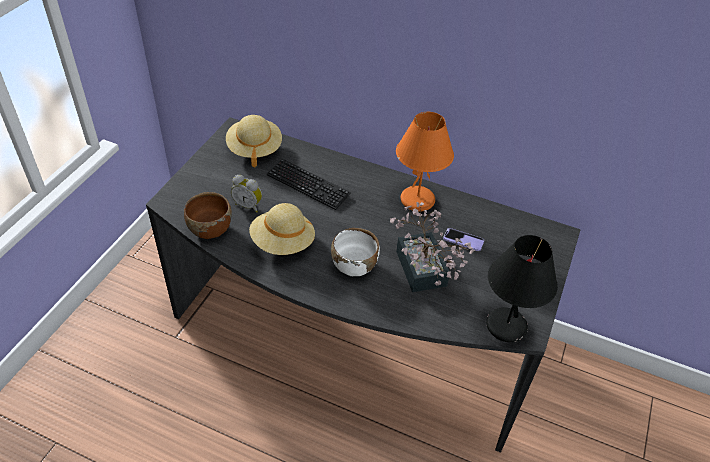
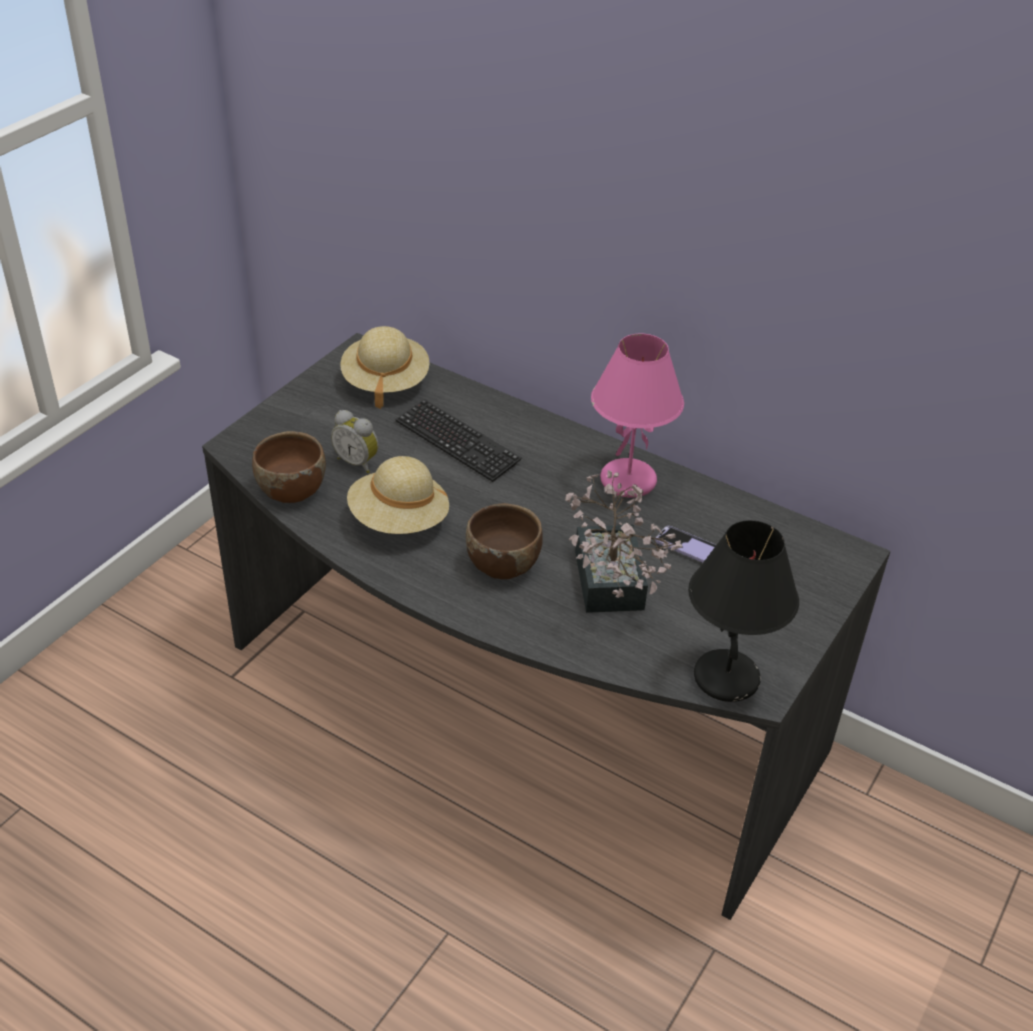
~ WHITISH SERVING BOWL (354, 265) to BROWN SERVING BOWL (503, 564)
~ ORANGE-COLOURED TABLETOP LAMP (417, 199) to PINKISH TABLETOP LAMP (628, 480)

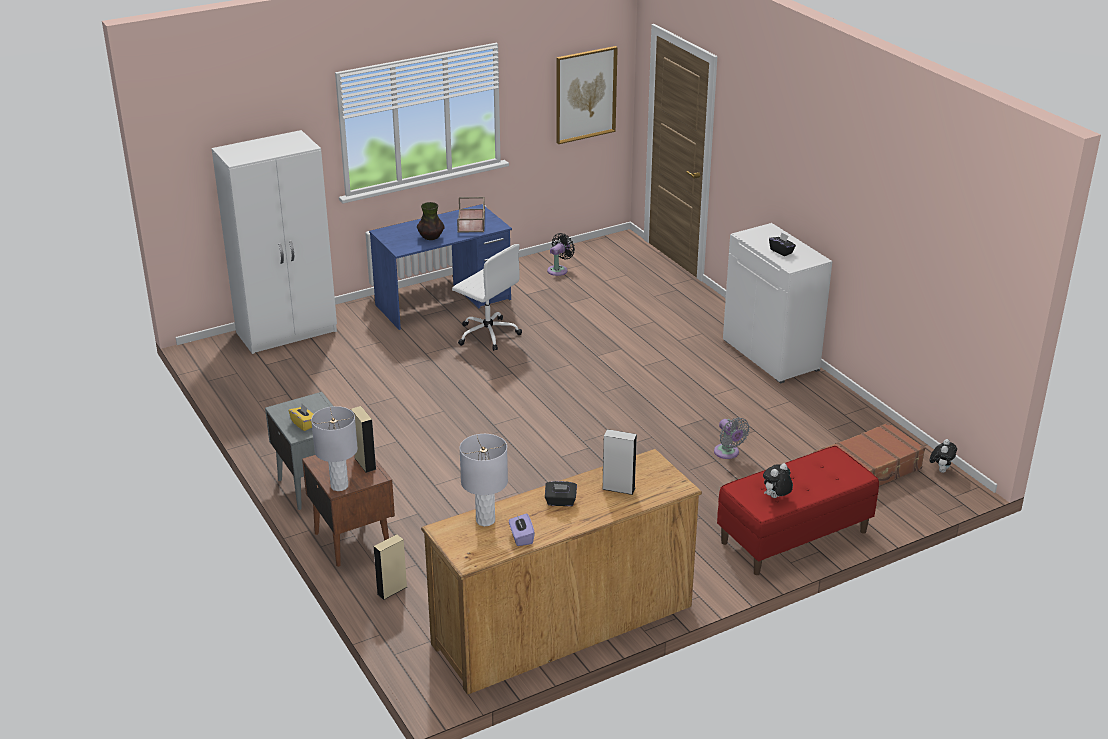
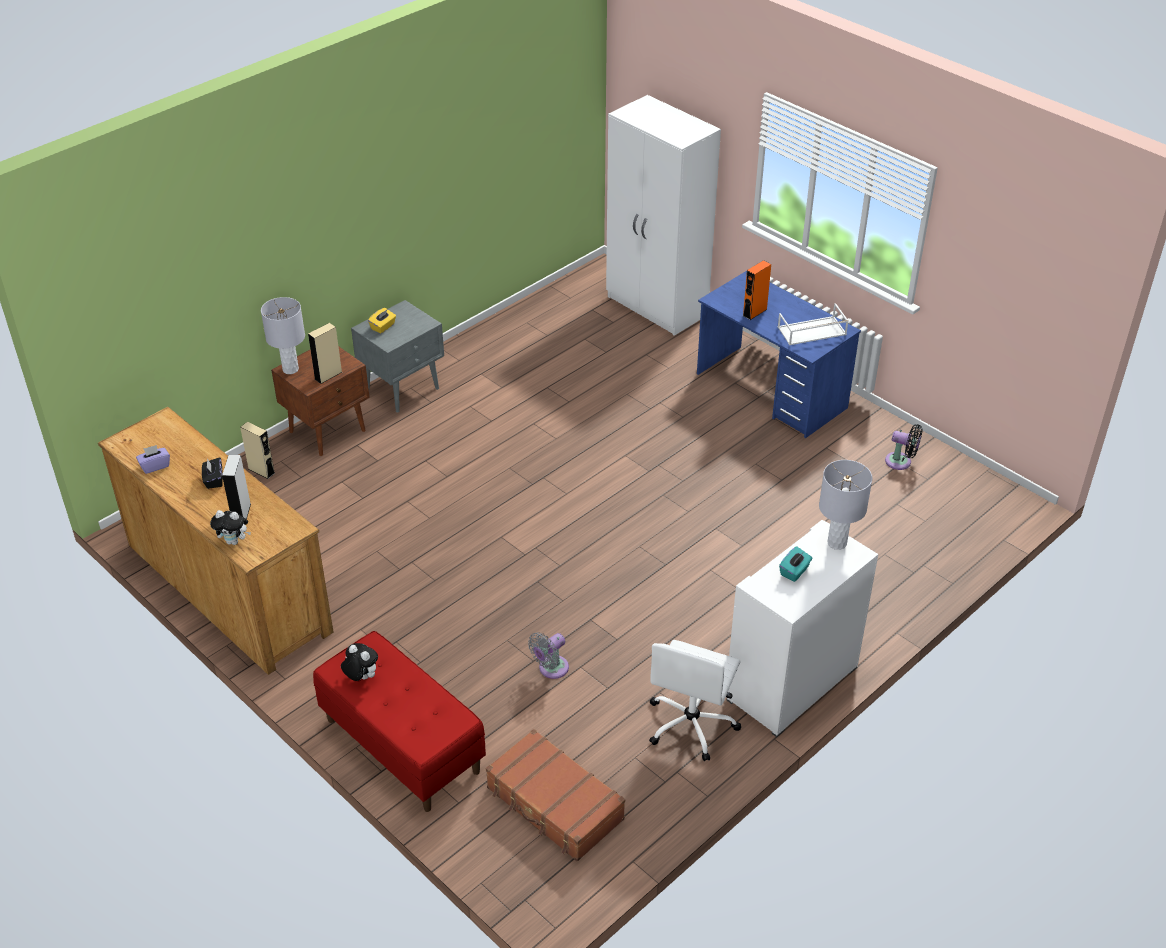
~ FLOWER VASE (431, 237) to ORANGE-COLOURED LOUDSPEAKER (754, 312)
~ WHITISH DESK CHAIR (487, 334) to (691, 724)
~ BROWN TRAY (472, 221) to WHITISH TRAY (811, 331)
~ GREYISH TABLETOP LAMP (485, 520) to (836, 543)
- WALL PICTURE (585, 94)
~ BLACK-COLOURED BOX OF TISSUES (781, 251) to BLUE-GREEN BOX OF TISSUES (794, 571)
~ CUDDLY TOY (940, 470) to (234, 541)

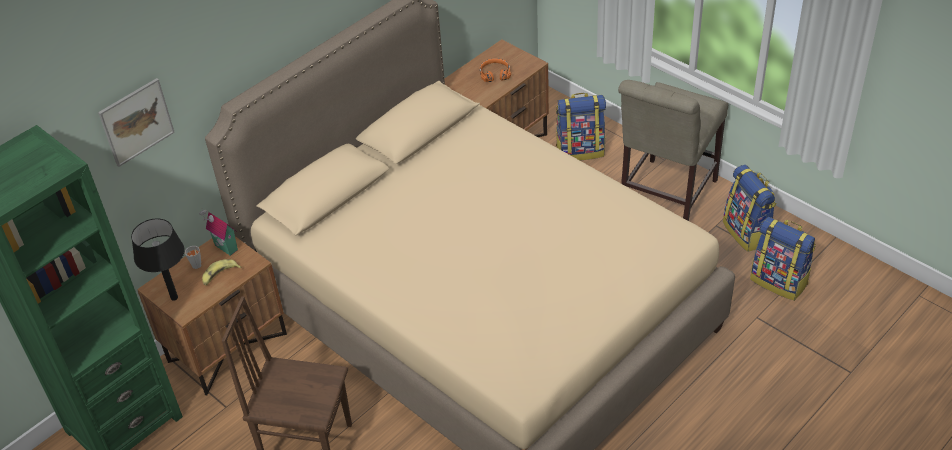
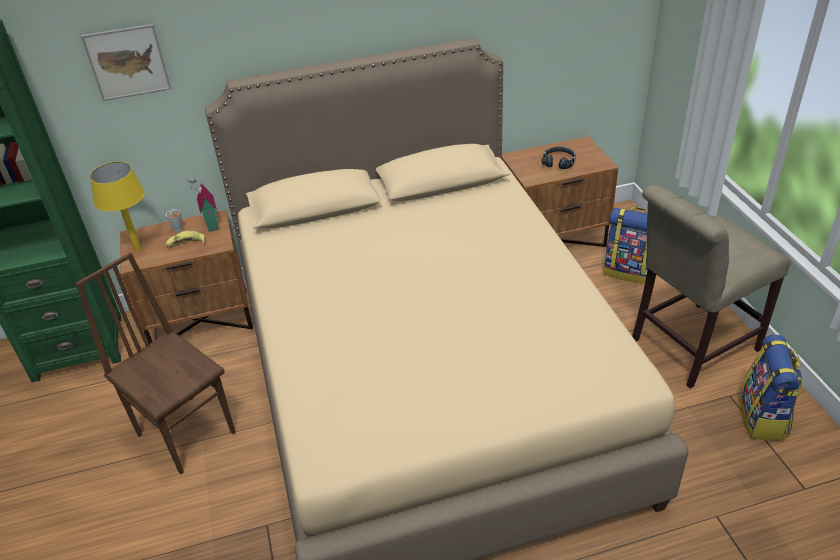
~ BLACK-COLOURED TABLETOP LAMP (174, 298) to YELLOW TABLETOP LAMP (137, 248)
~ ORANGE-COLOURED PAIR OF HEADPHONES (495, 74) to BLACK-COLOURED PAIR OF HEADPHONES (559, 161)
- KNAPSACK (779, 281)

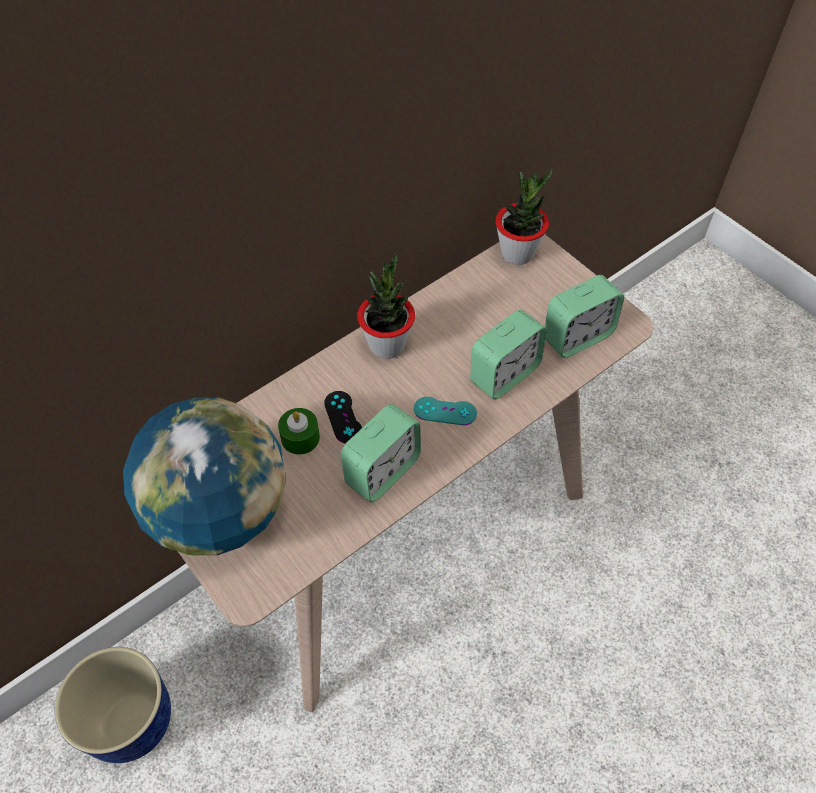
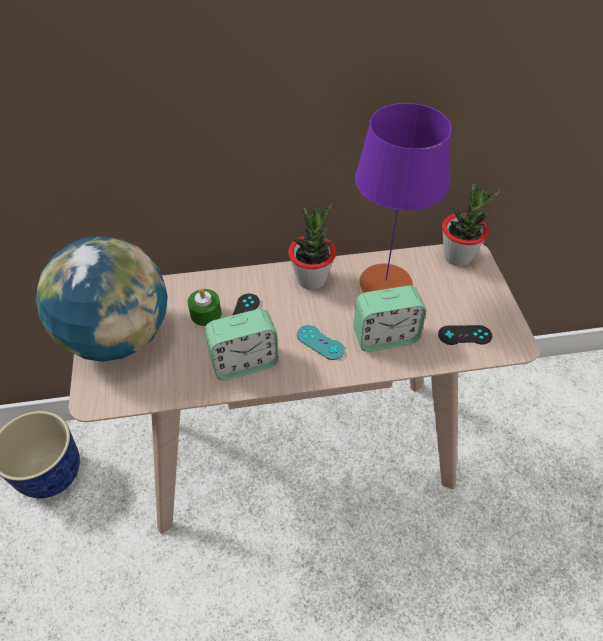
~ TABLE CLOCK (577, 337) to BLACK-COLOURED GAMEPAD (464, 335)
+ PURPLISH TABLETOP LAMP (385, 283)

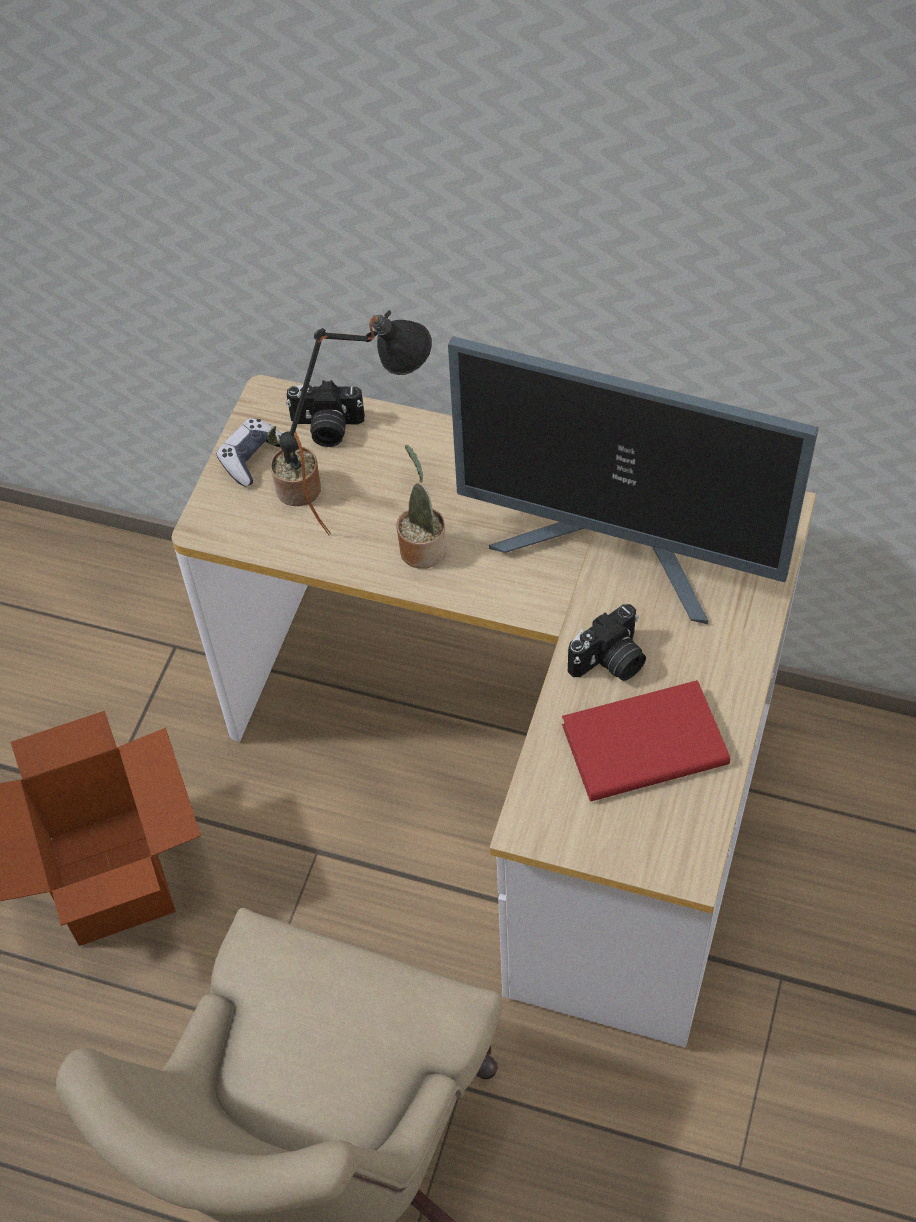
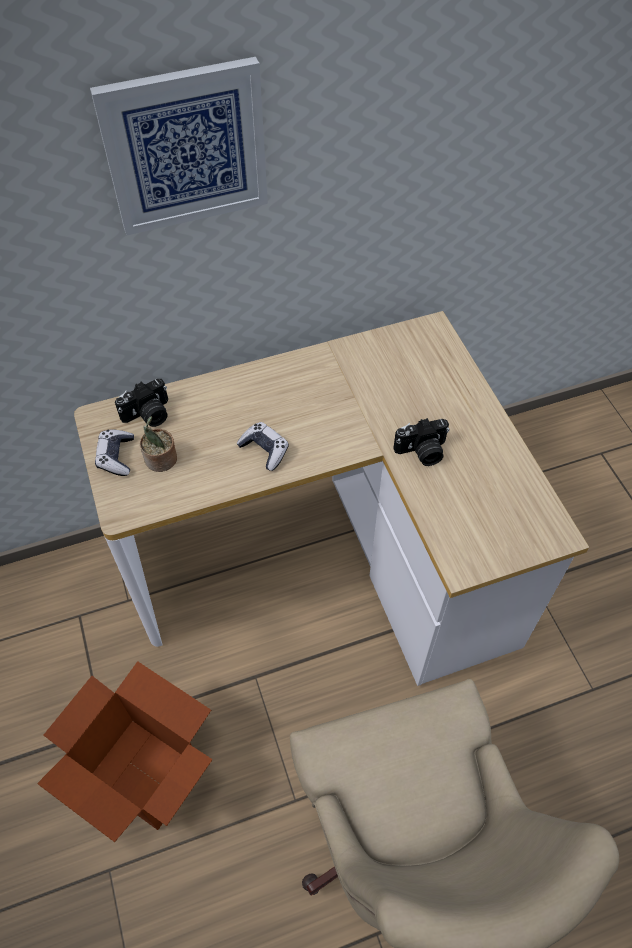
- BLACK-COLOURED TABLETOP LAMP (367, 495)
~ PLANT IN A POT (422, 547) to GAMEPAD (264, 450)
- COMPUTER DISPLAY (620, 552)
- RED VOLUME (641, 742)
~ STILL CAMERA (610, 662) = (422, 452) 60 degrees clockwise
+ WALL PICTURE (185, 147)

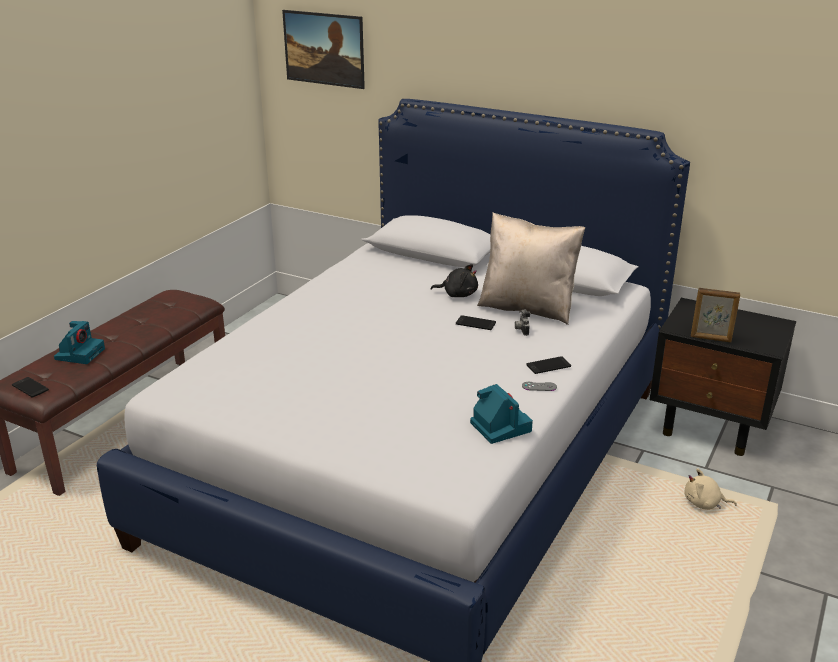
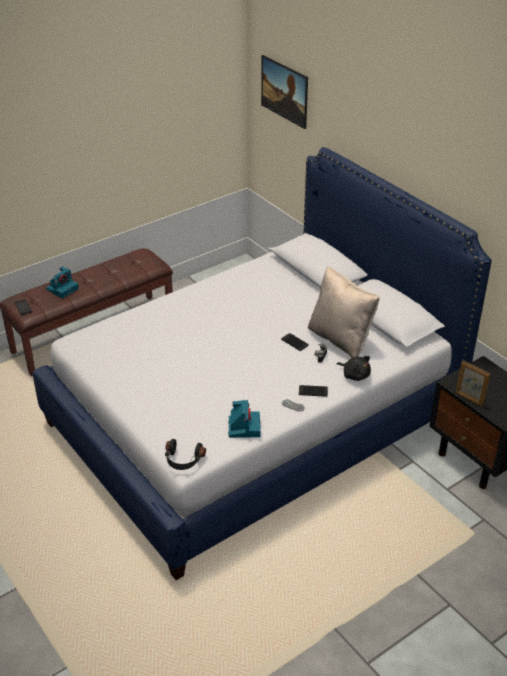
~ BLACK-COLOURED CUDDLY TOY (458, 294) to (355, 375)
- SAND-COLOURED CUDDLY TOY (704, 503)
+ BLACK-COLOURED PAIR OF HEADPHONES (183, 460)

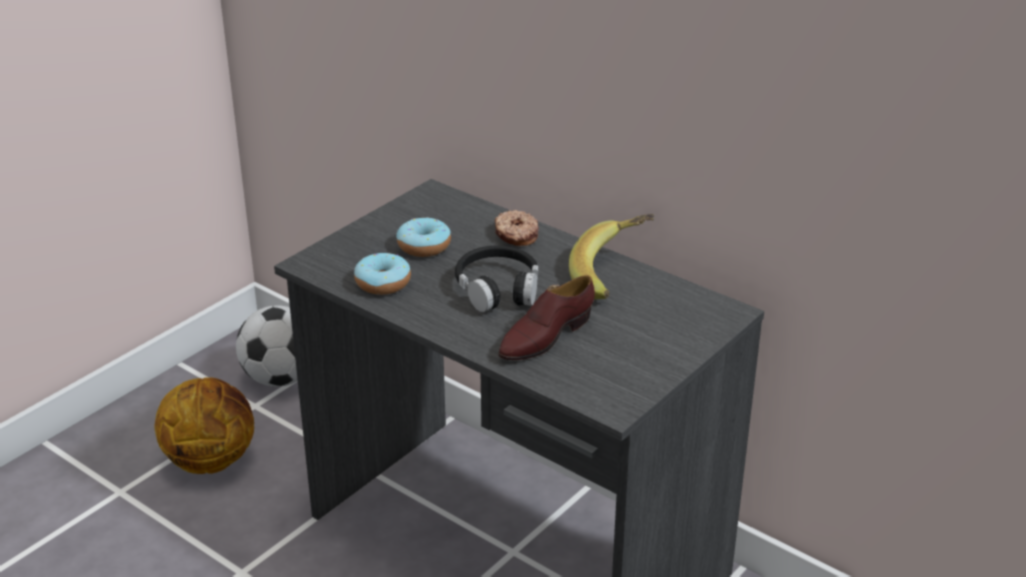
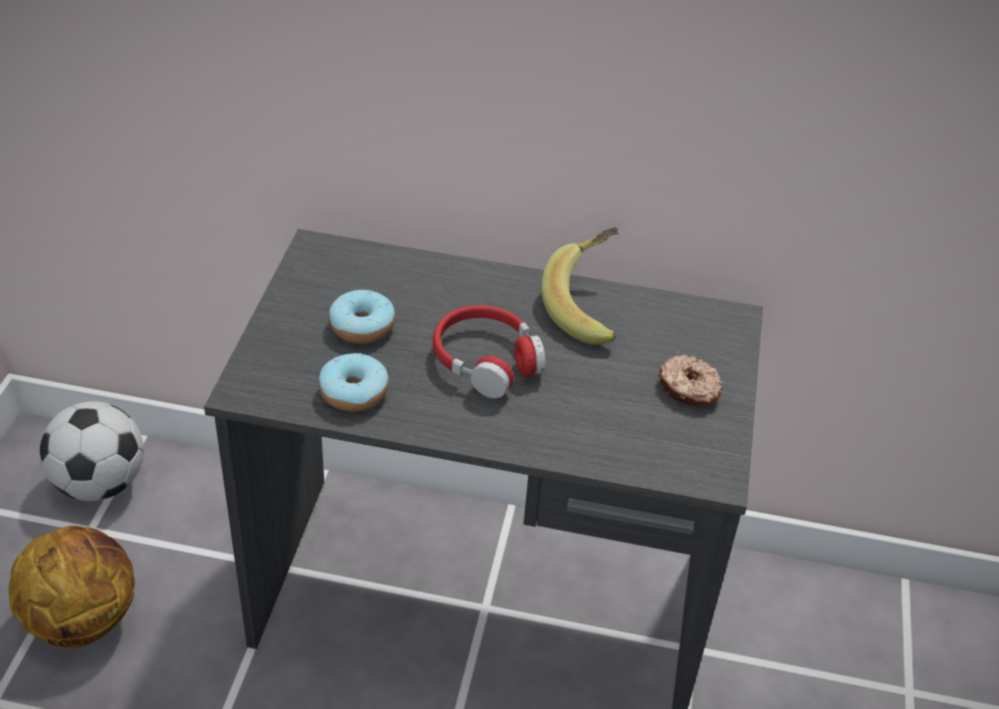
~ BLACK-COLOURED PAIR OF HEADPHONES (498, 289) to RED PAIR OF HEADPHONES (486, 360)
~ DOUGHNUT (516, 235) to (688, 389)
- BROWN LOW SHOE (545, 336)

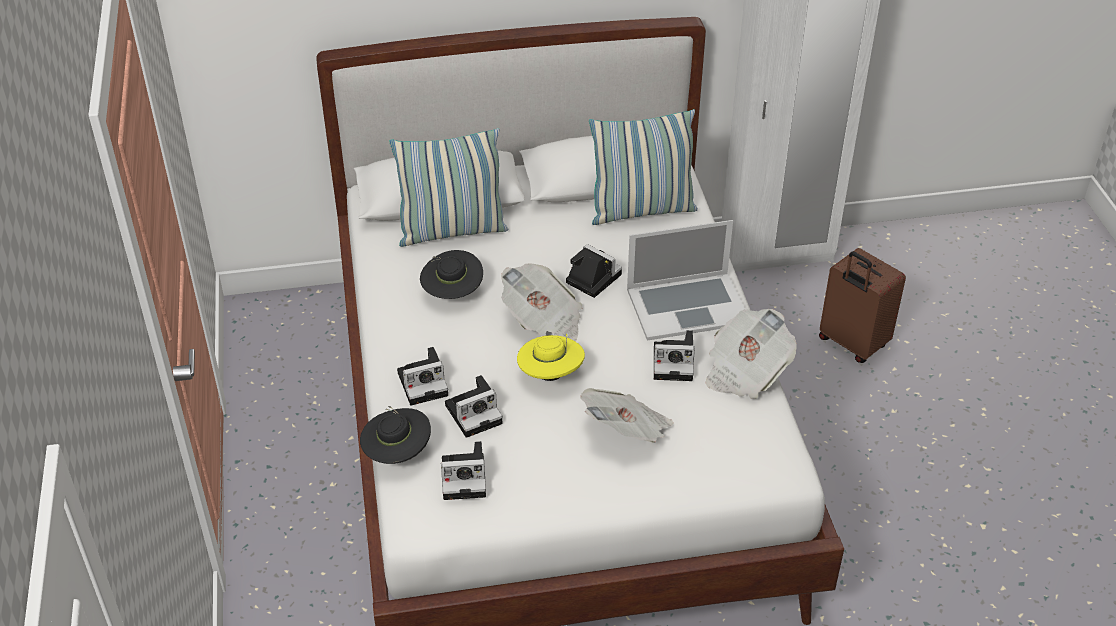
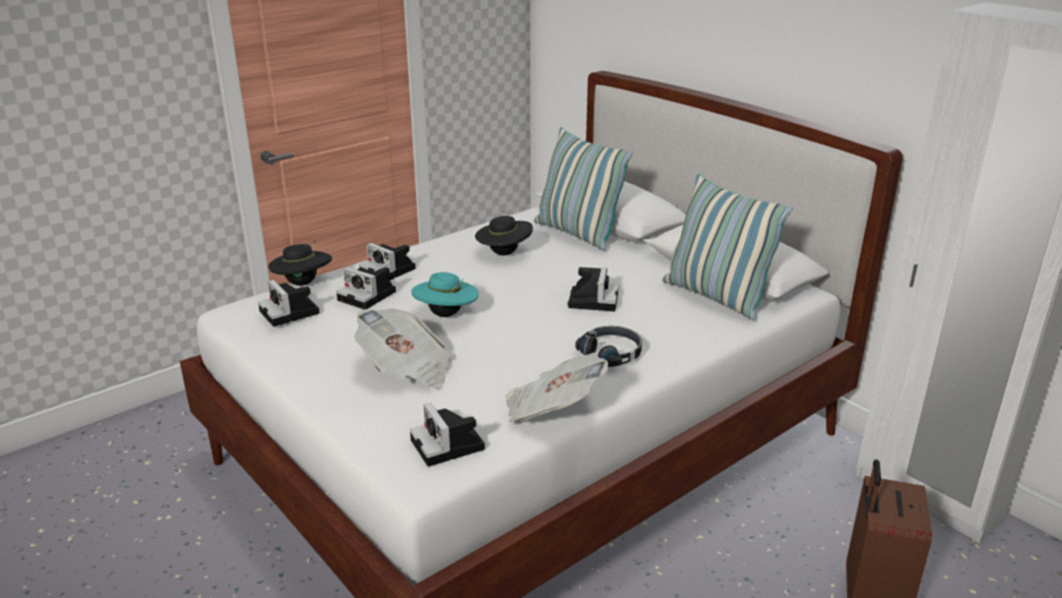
- DAILY PAPER (543, 320)
~ YELLOW HAT (550, 375) to BLUE-GREEN HAT (446, 315)
~ PORTABLE COMPUTER (687, 305) to BLACK-COLOURED PAIR OF HEADPHONES (611, 353)
~ STILL CAMERA (675, 362) to (449, 446)

